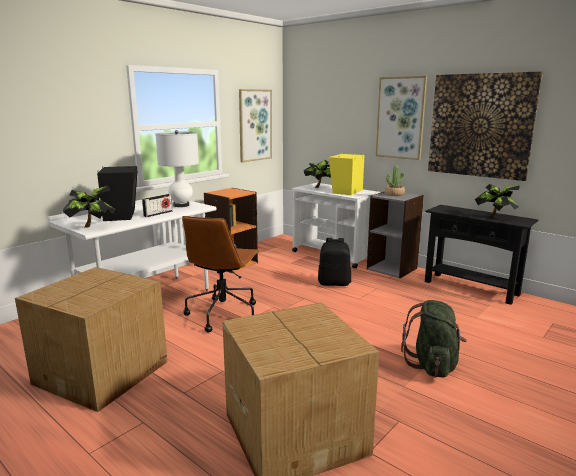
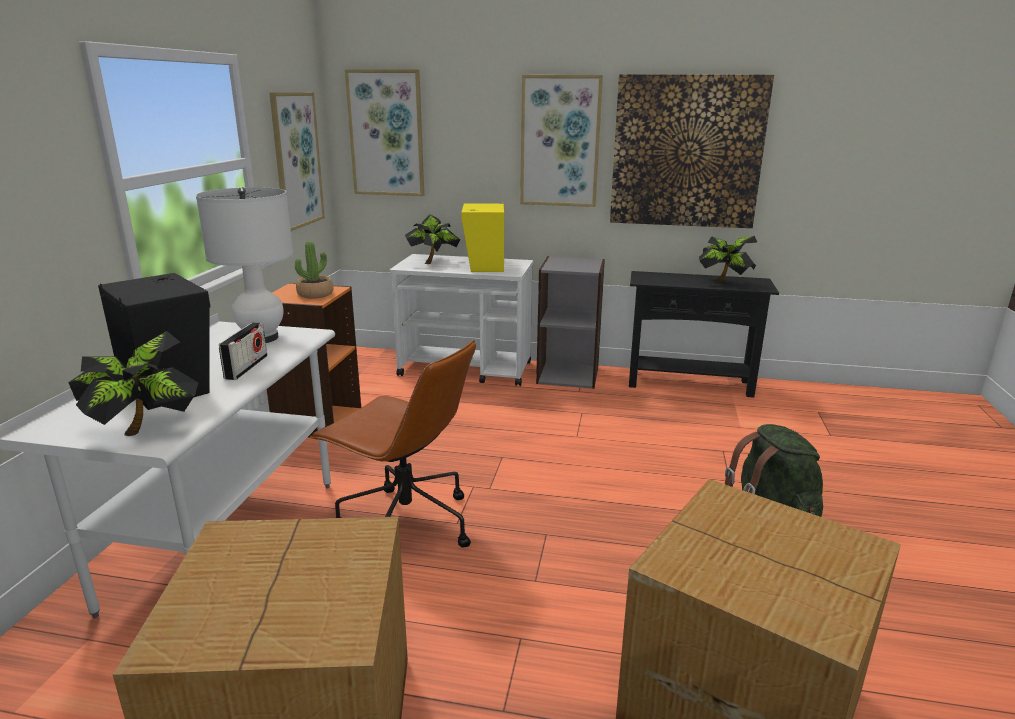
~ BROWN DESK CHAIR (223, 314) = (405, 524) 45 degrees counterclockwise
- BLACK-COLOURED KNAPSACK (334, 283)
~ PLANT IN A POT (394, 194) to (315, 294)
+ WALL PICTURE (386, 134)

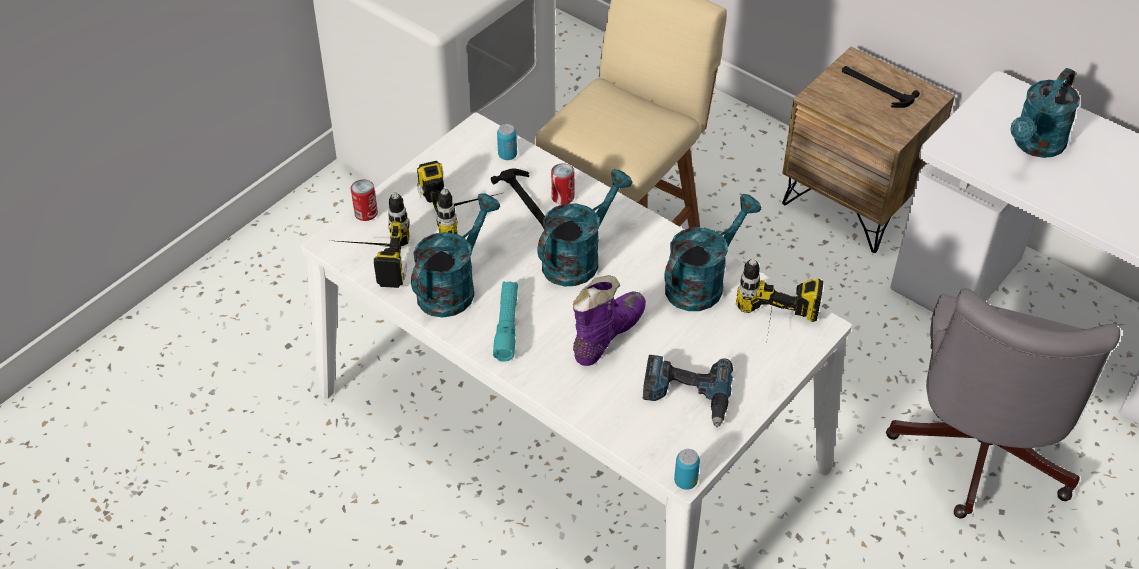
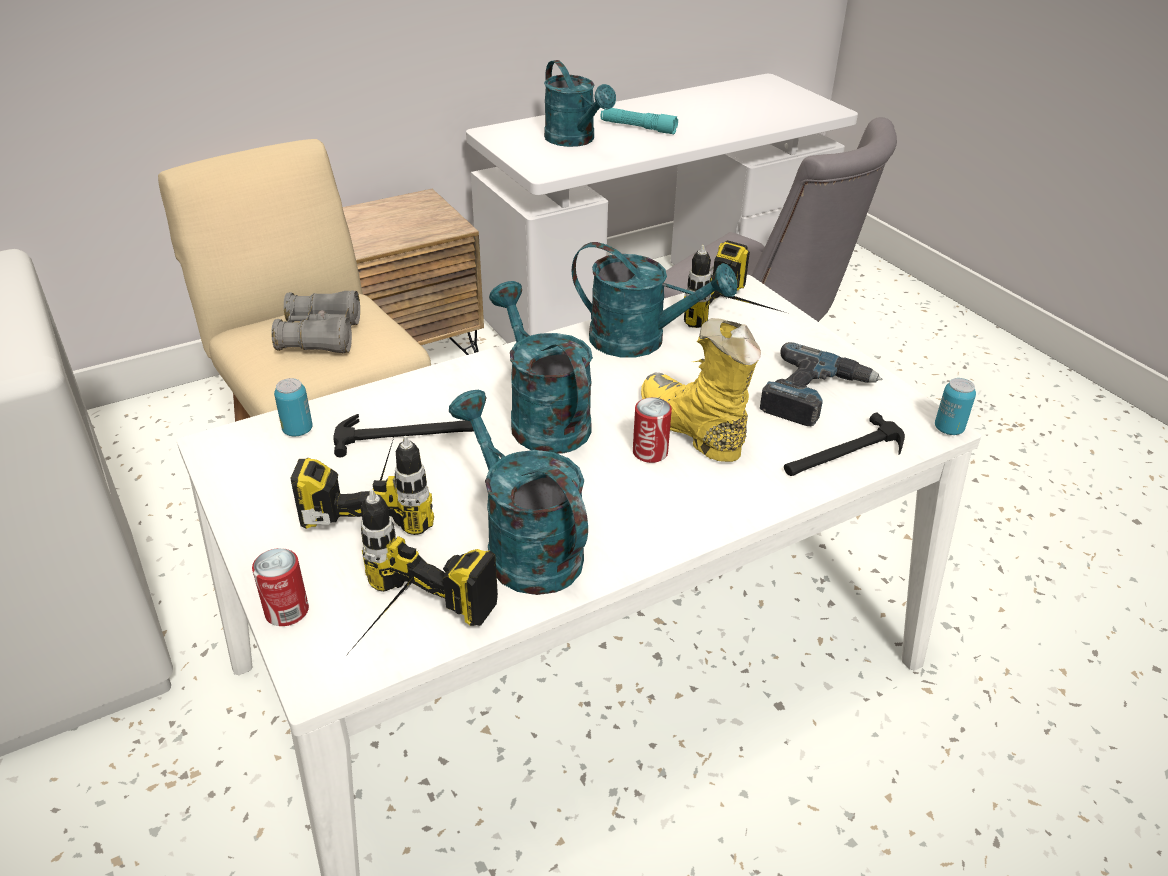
~ BLUE-GREEN HAND TORCH (507, 326) to (638, 128)
~ CAN (563, 197) to (650, 452)
~ PURPLISH HIGH-TOP BOOT (606, 334) to YELLOW HIGH-TOP BOOT (690, 428)
~ BLUE-GREEN WATERING CAN (702, 282) = (641, 341) 135 degrees clockwise
~ HAMMER (876, 88) to (843, 454)
+ GREYISH BINOCULARS (321, 336)

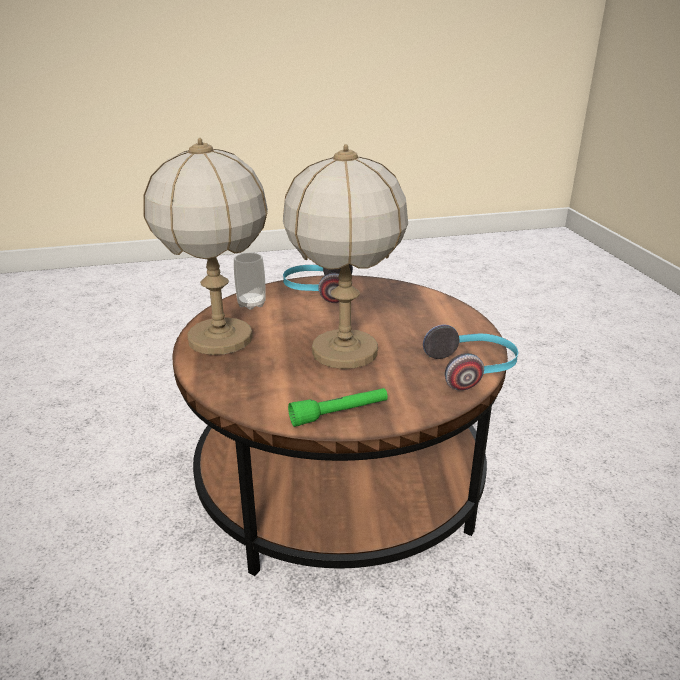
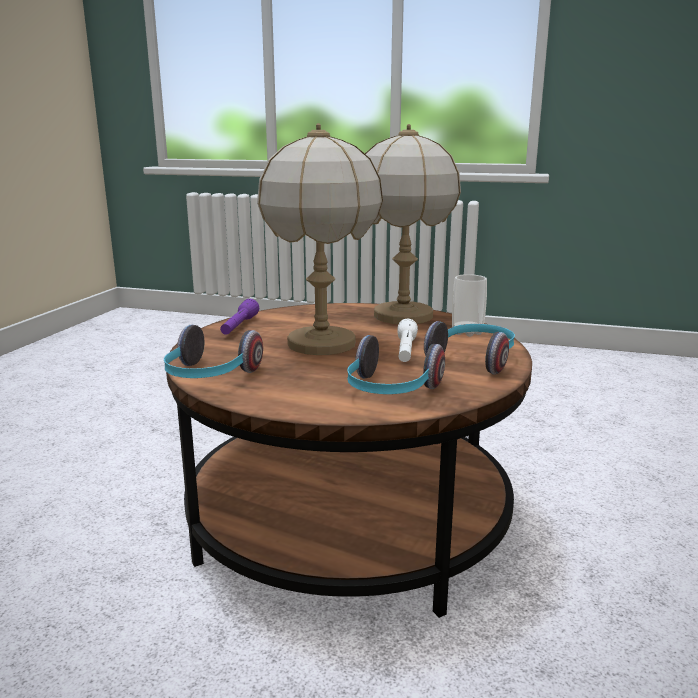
~ GREENISH HAND TORCH (339, 414) to PURPLISH HAND TORCH (239, 326)
+ PAIR OF HEADPHONES (390, 391)
+ WHITISH HAND TORCH (405, 351)

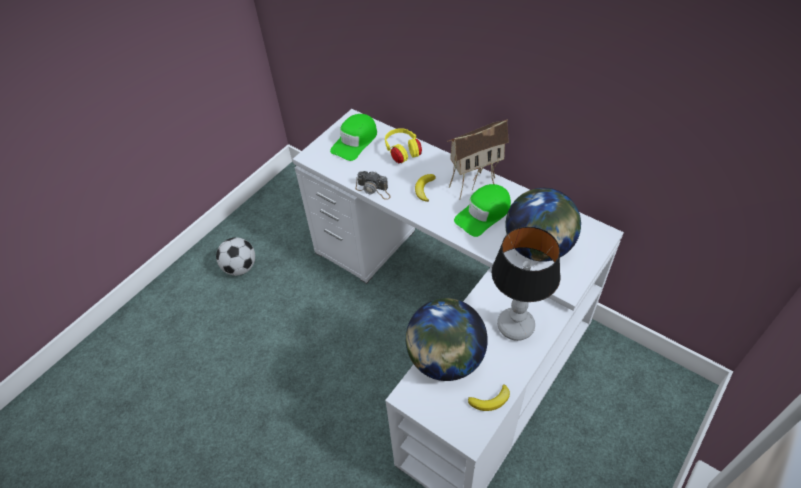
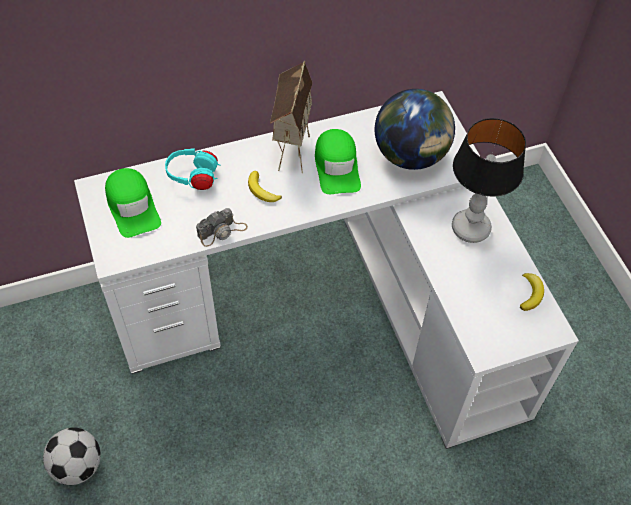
~ YELLOW PAIR OF HEADPHONES (403, 153) to BLUE-GREEN PAIR OF HEADPHONES (193, 177)
- WORLD GLOBE (445, 359)

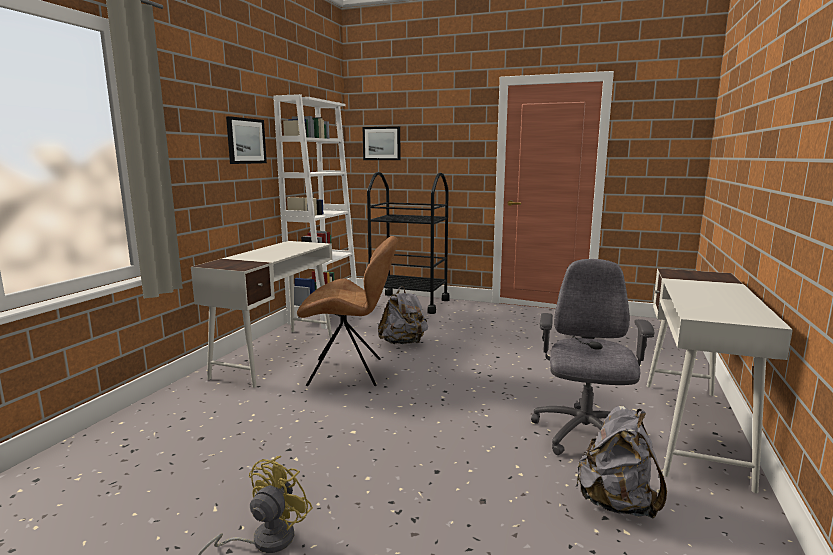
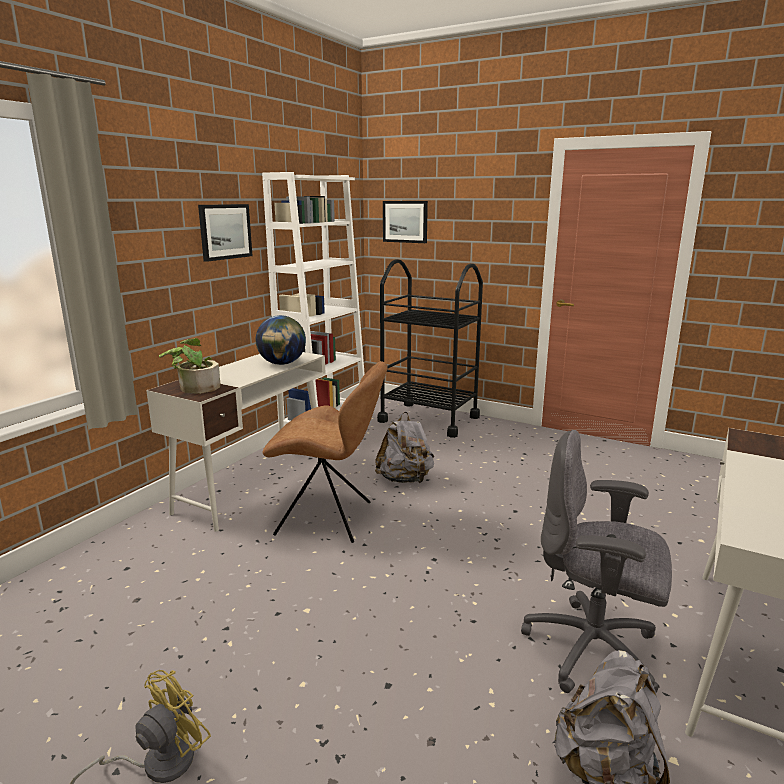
~ GREYISH DESK CHAIR (584, 435) = (593, 650) 90 degrees counterclockwise
+ PLANT IN A POT (194, 387)
+ WORLD GLOBE (282, 363)

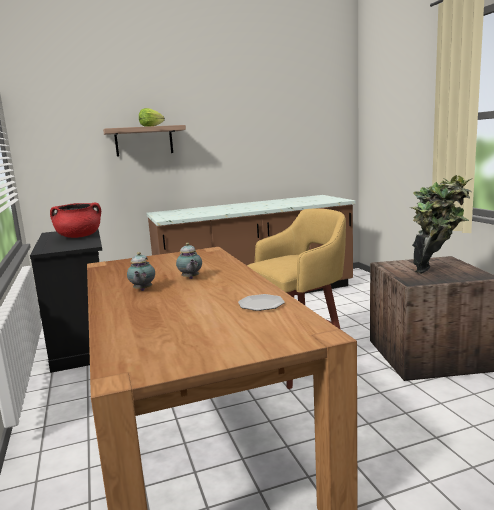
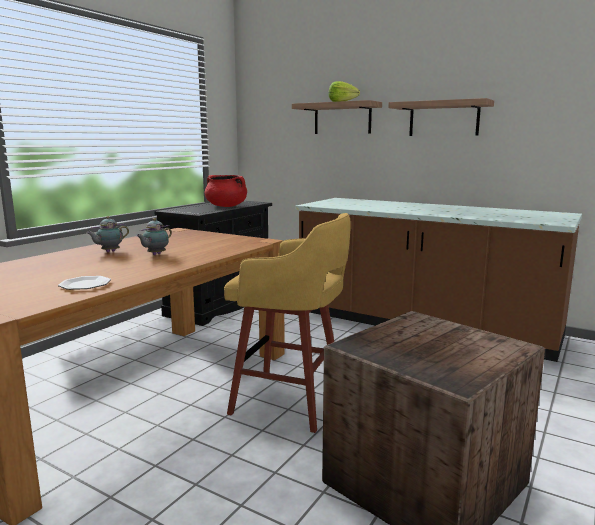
- PLANT IN A POT (436, 270)
+ WALL SHELF (443, 119)

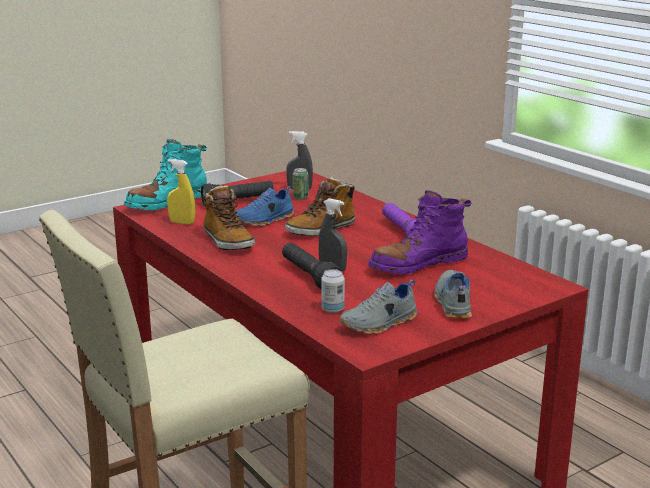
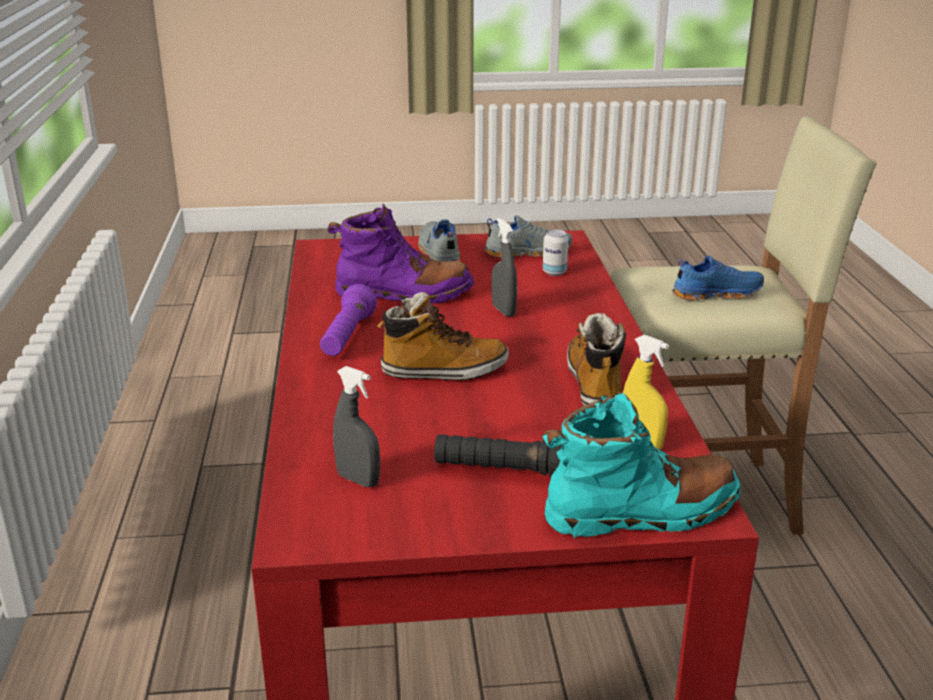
~ BLUISH LOW SHOE (265, 220) to (716, 293)
- BLACK-COLOURED HAND TORCH (309, 277)
- CAN (300, 197)
~ GREYISH LOW SHOE (452, 303) = (438, 254) 135 degrees clockwise

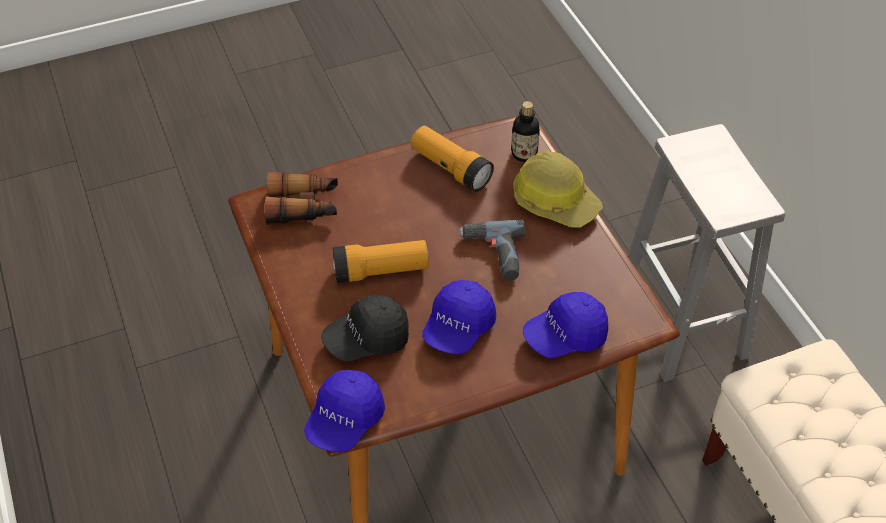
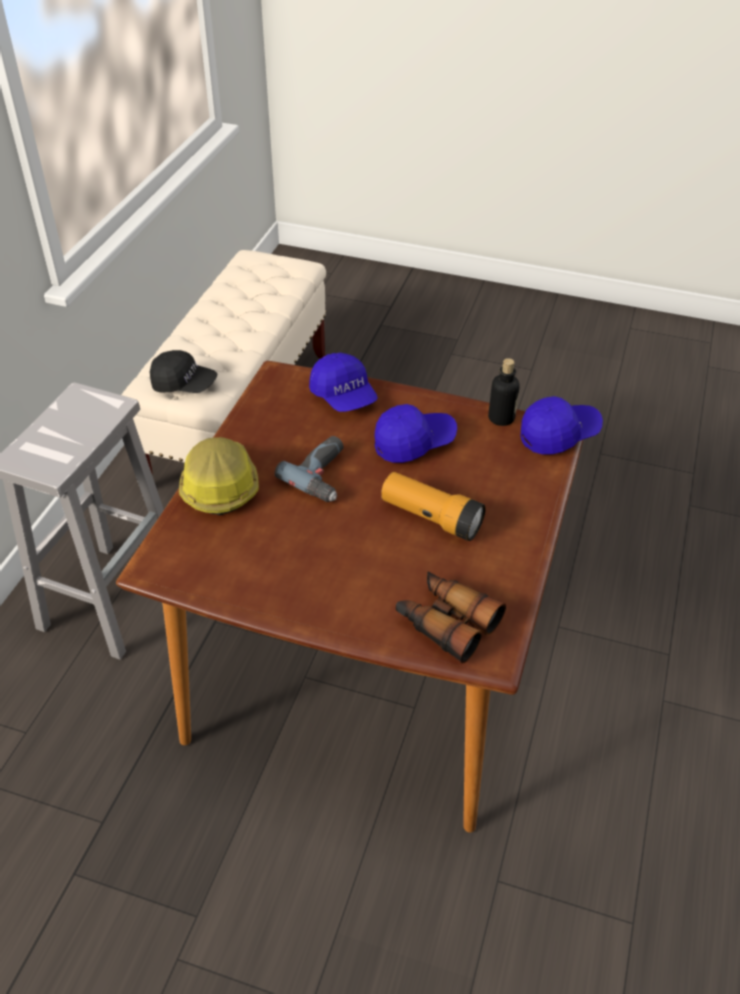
~ BLACK-COLOURED PEAKED CAP (367, 340) to (184, 384)
- HAND TORCH (450, 169)
~ BEVERAGE BOTTLE (524, 154) to (501, 418)
~ BLUISH PEAKED CAP (565, 336) = (344, 397) 45 degrees clockwise

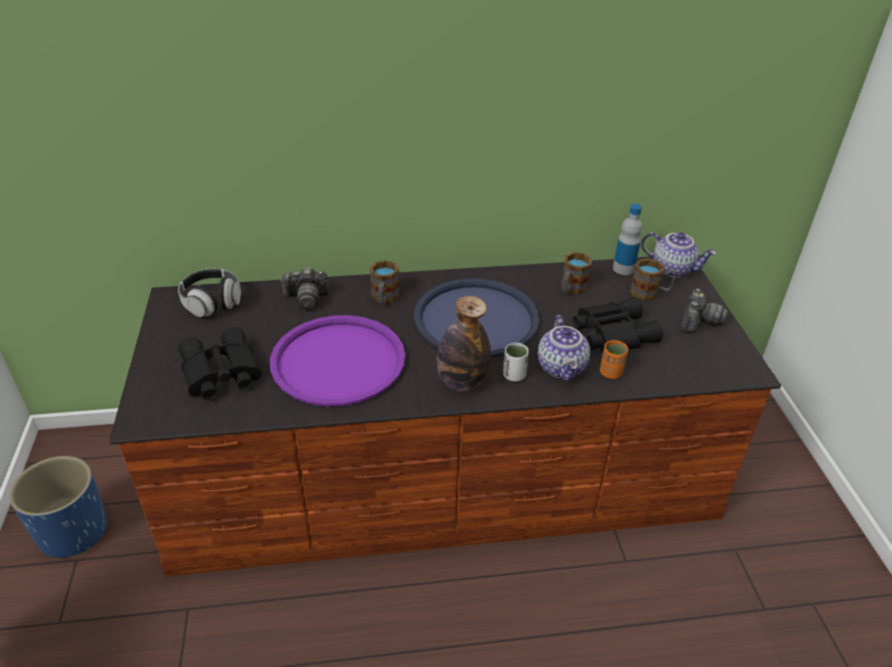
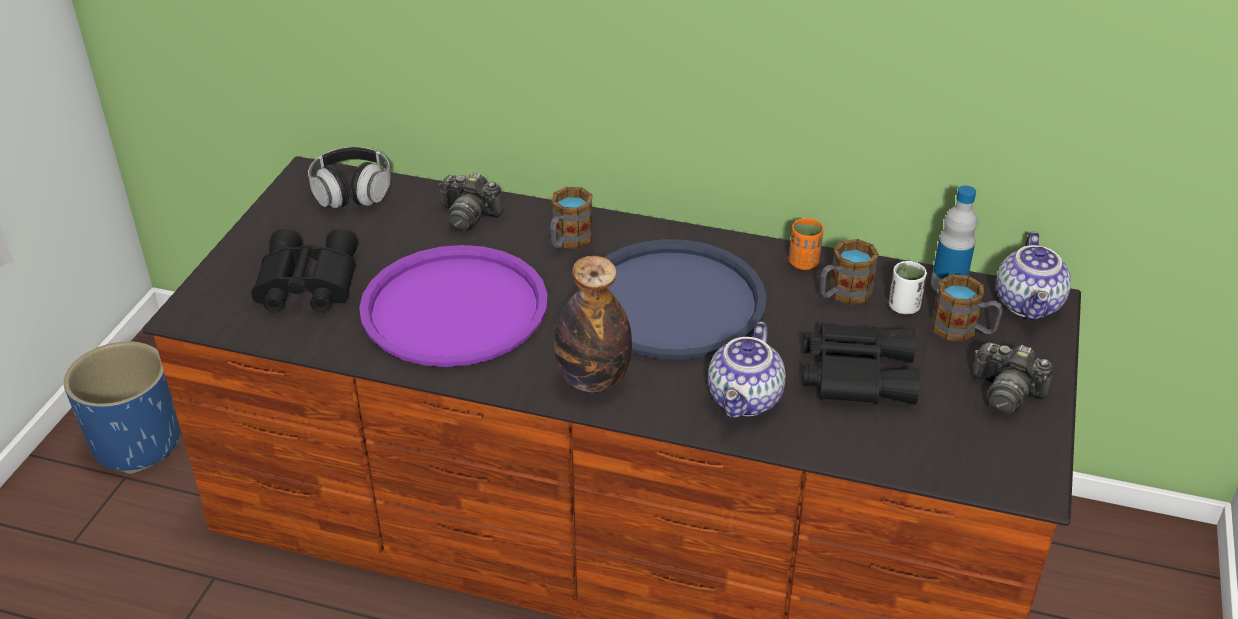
~ WHITISH SMALL CUP (514, 375) to (903, 307)
~ ORANGE-COLOURED SMALL CUP (611, 373) to (803, 263)
~ TEAPOT (673, 269) = (1030, 305) 45 degrees clockwise
~ STILL CAMERA (698, 321) = (1006, 393) 75 degrees clockwise

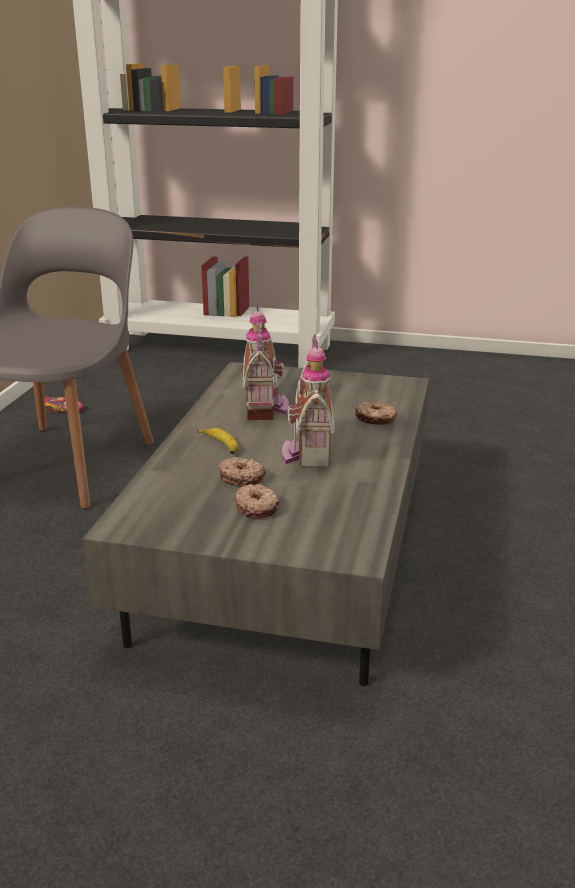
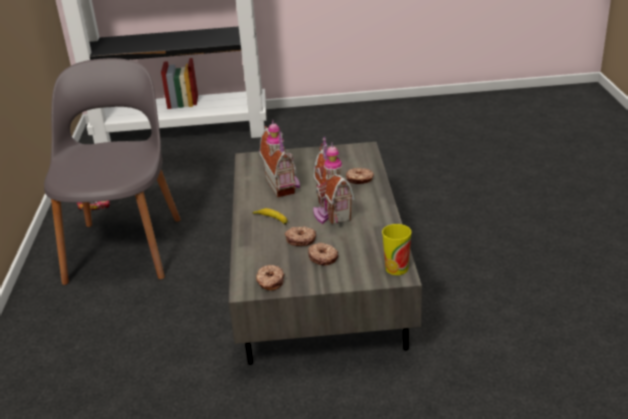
+ DOUGHNUT (270, 282)
+ SMALL CUP (396, 268)

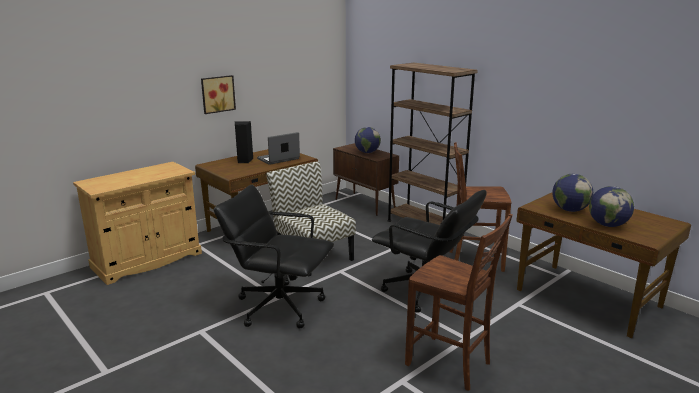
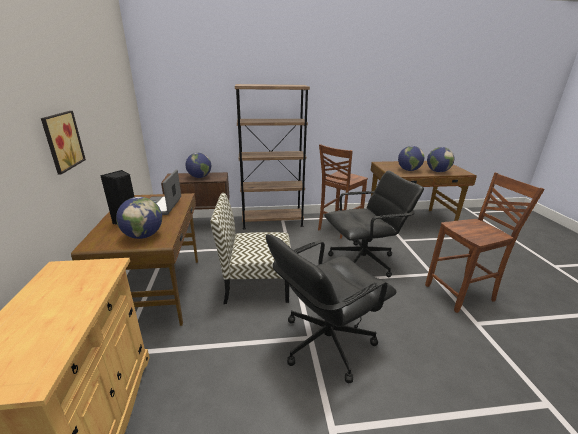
+ WORLD GLOBE (143, 236)

